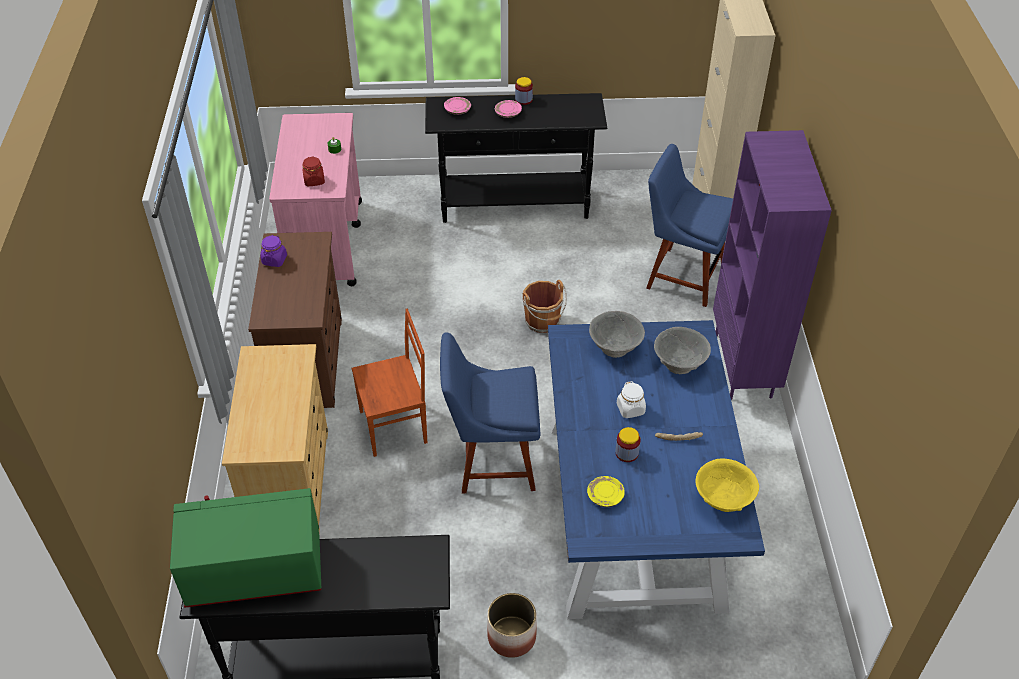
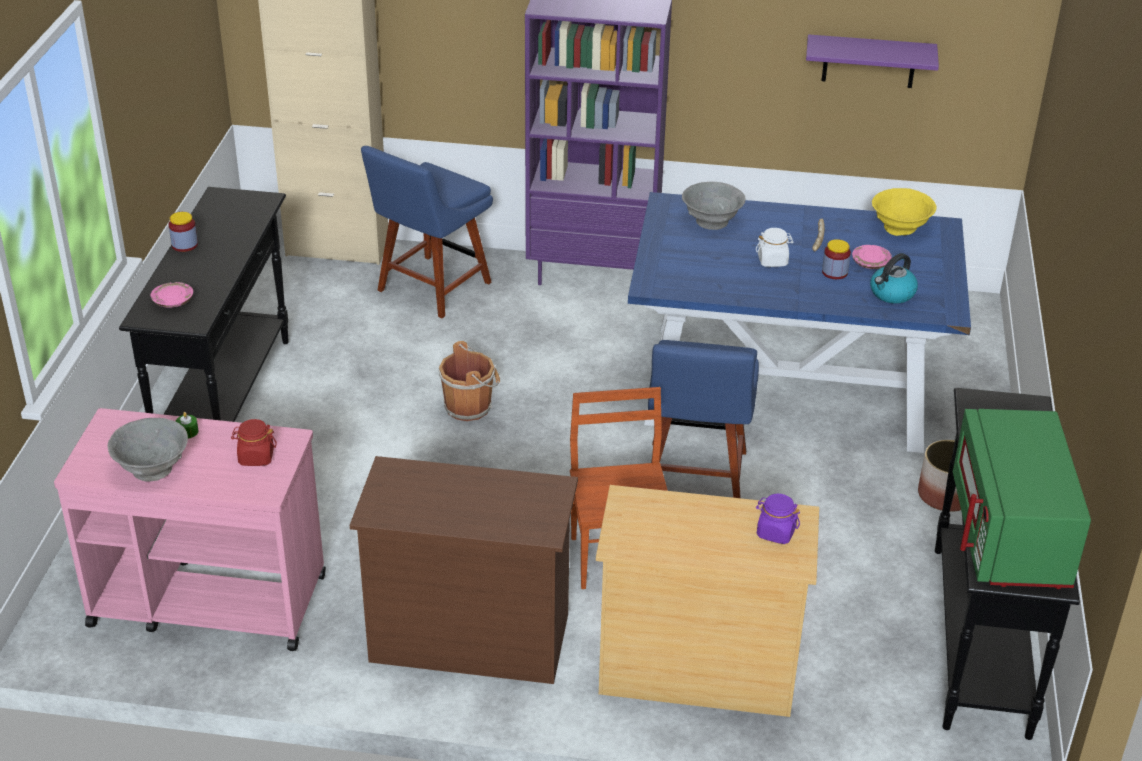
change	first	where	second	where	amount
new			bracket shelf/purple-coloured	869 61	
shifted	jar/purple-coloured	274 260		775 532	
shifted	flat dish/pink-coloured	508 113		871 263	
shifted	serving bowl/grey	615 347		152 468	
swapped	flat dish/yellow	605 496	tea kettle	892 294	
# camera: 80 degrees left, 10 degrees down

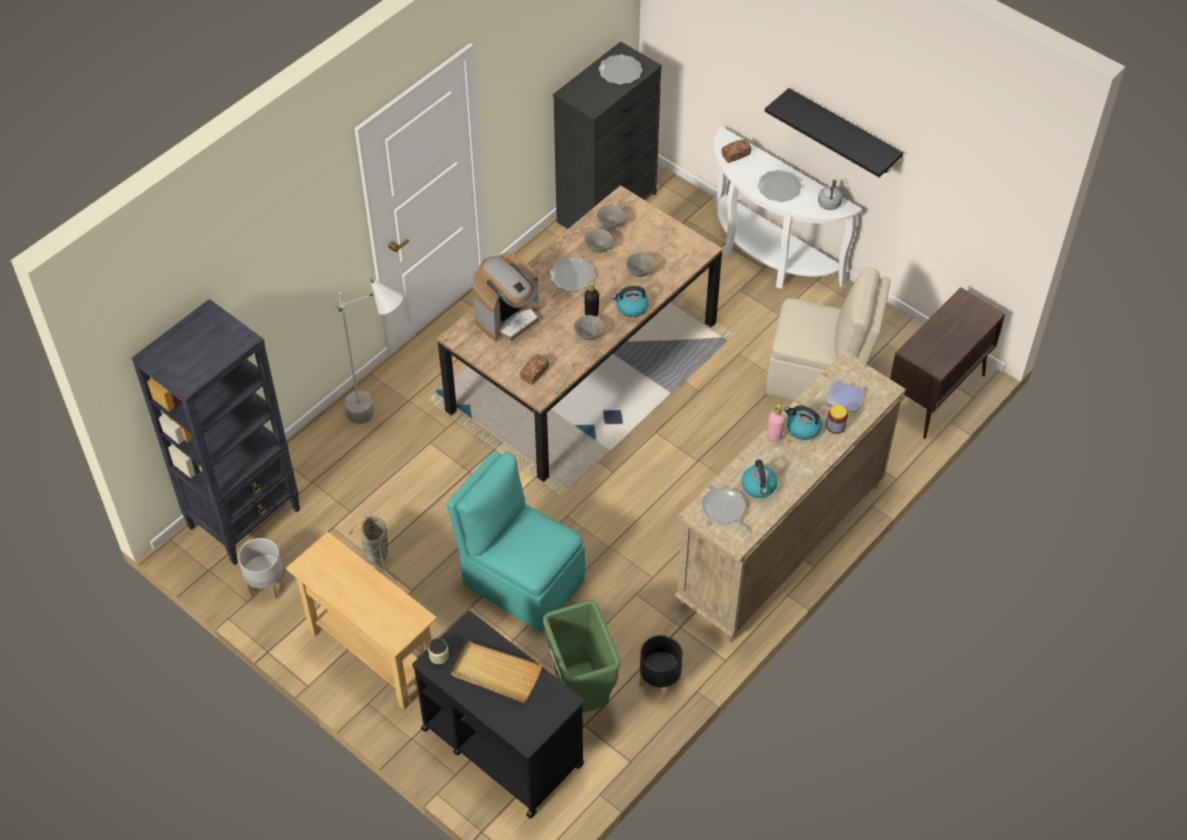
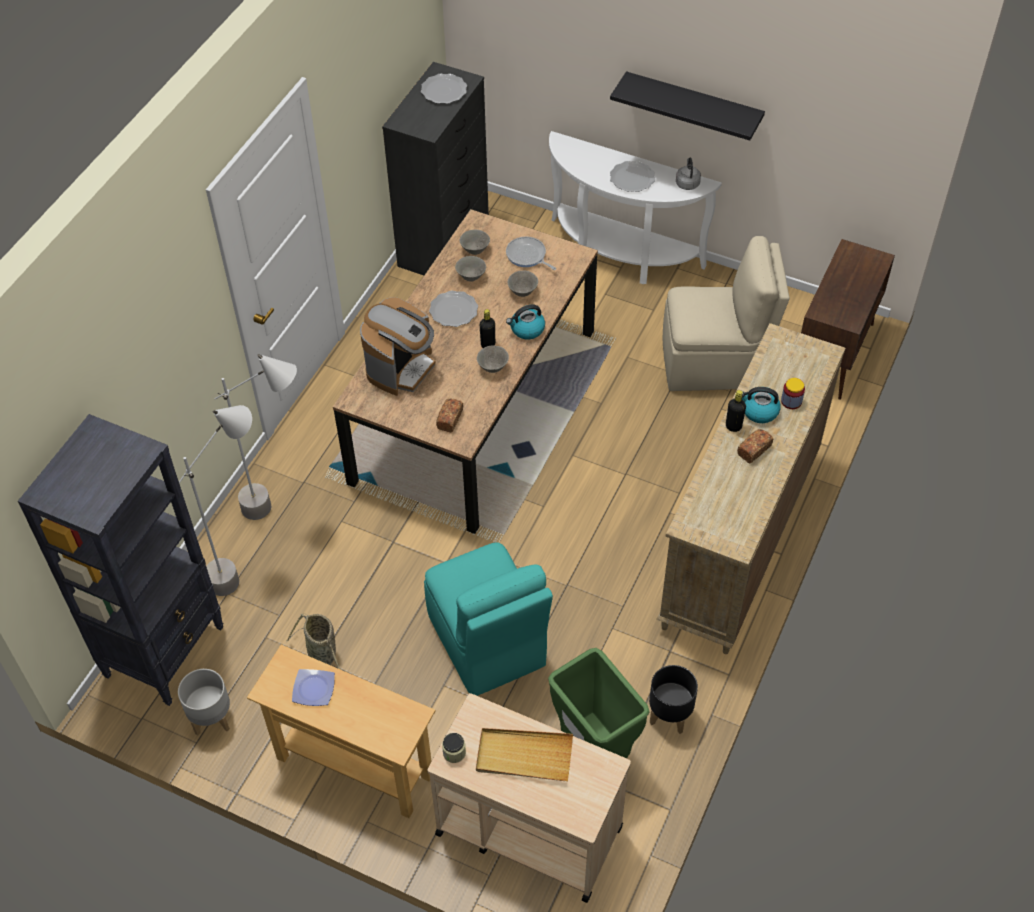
change	first	where	second	where	amount
gone	tea kettle	759 487			
new			standard lamp/grey	245 567	
shifted	frying pan	724 510		527 256	
shifted	bread	736 155		754 450	
shifted	flat dish	845 398		314 688	
repainted	cart/black-coloured	501 745	cart/sand-coloured	528 829	
repainted	drink bottle/pink-coloured	774 436	drink bottle/black-coloured	733 426	
rotated	plain chair/blue-green	521 580		487 643	135 degrees counterclockwise
# camera: 15 degrees left, 0 degrees up

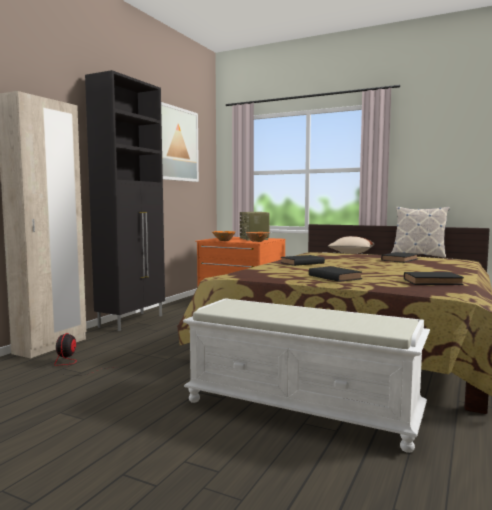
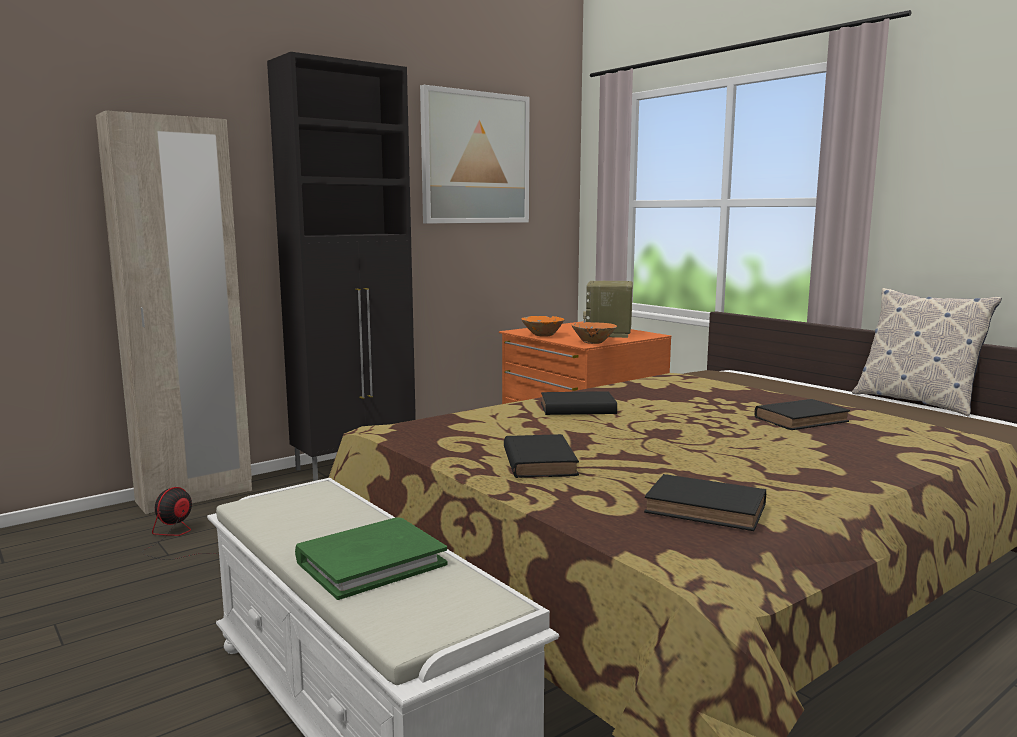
change	first	where	second	where	amount
gone	throw pillow/sand-coloured	351 253			
new			book/green	371 562	
# camera: 25 degrees right, 5 degrees up

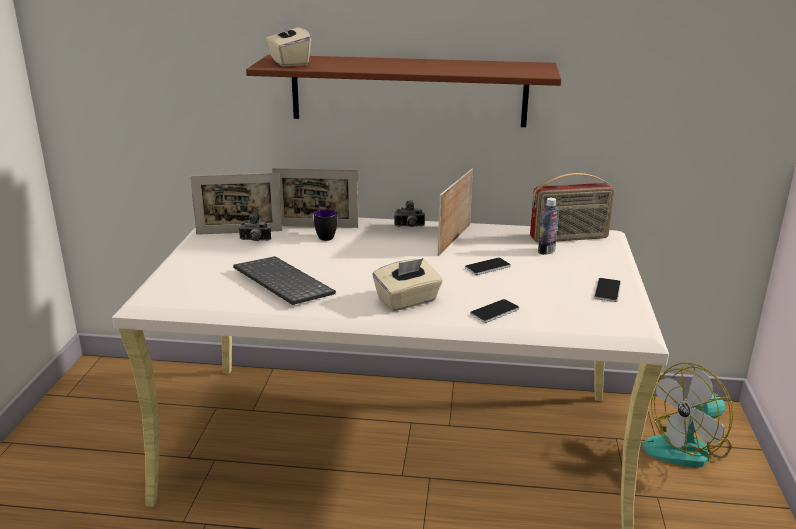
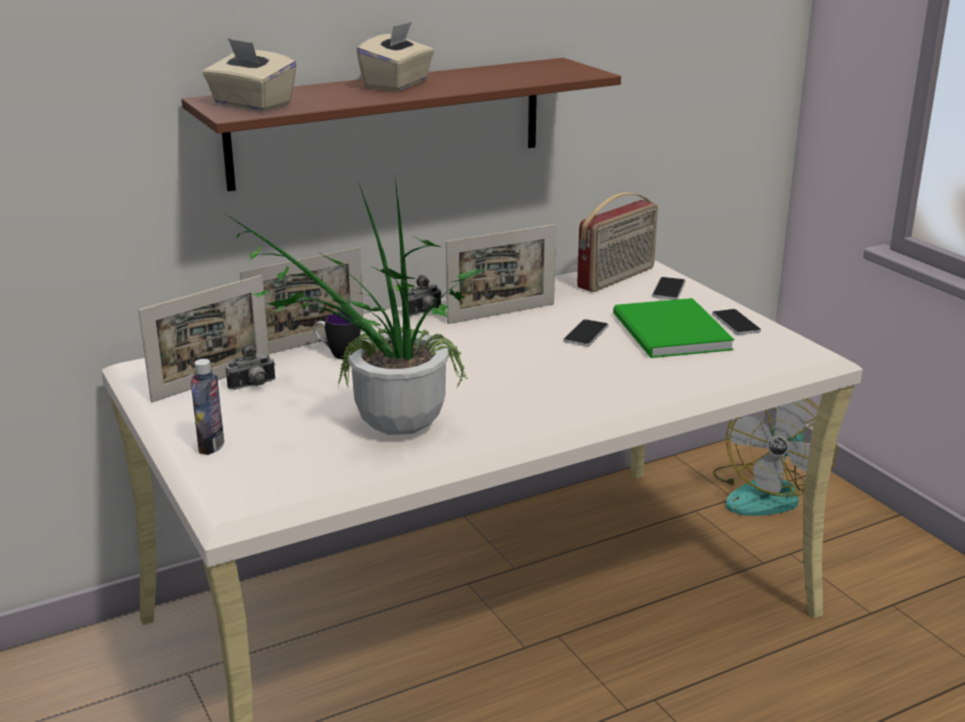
change	first	where	second	where	amount
new			book/green	669 333	
shifted	tissue holder/sand-coloured	407 301		397 84	
shifted	handset	494 312		669 289	
shifted	drink bottle	546 251		211 446	
swapped	computer keyboard	280 283	potted plant	380 426	
rotated	photo frame	454 240		501 313	105 degrees counterclockwise
# camera: 35 degrees left, 0 degrees up

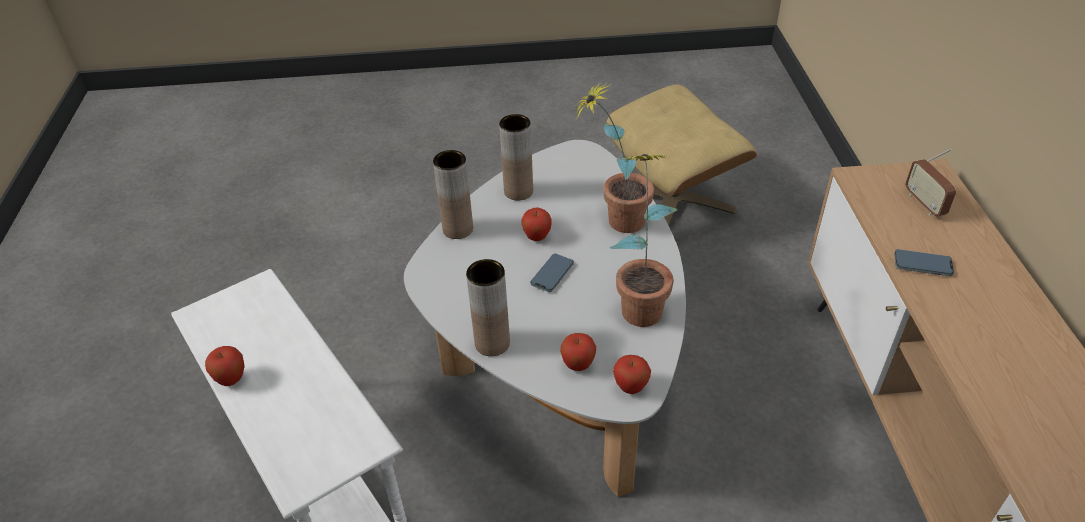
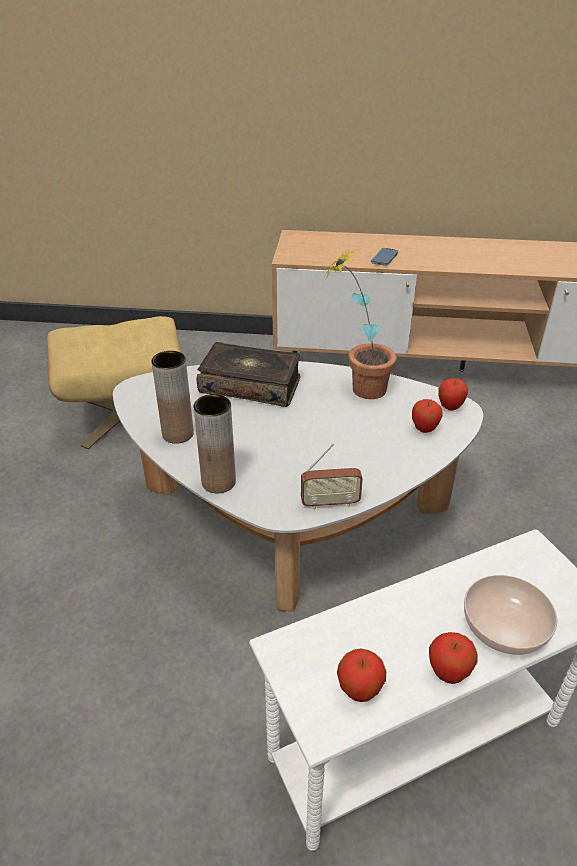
change	first	where	second	where	amount
gone	vase/brown-coloured	492 343			
gone	handset	552 274			
new			serving bowl	503 627	
shifted	apple fruit	537 237		359 691	
shifted	radio receiver	924 204		330 503	
swapped	potted plant	614 220	book	250 385	
# camera: 80 degrees left, 5 degrees down

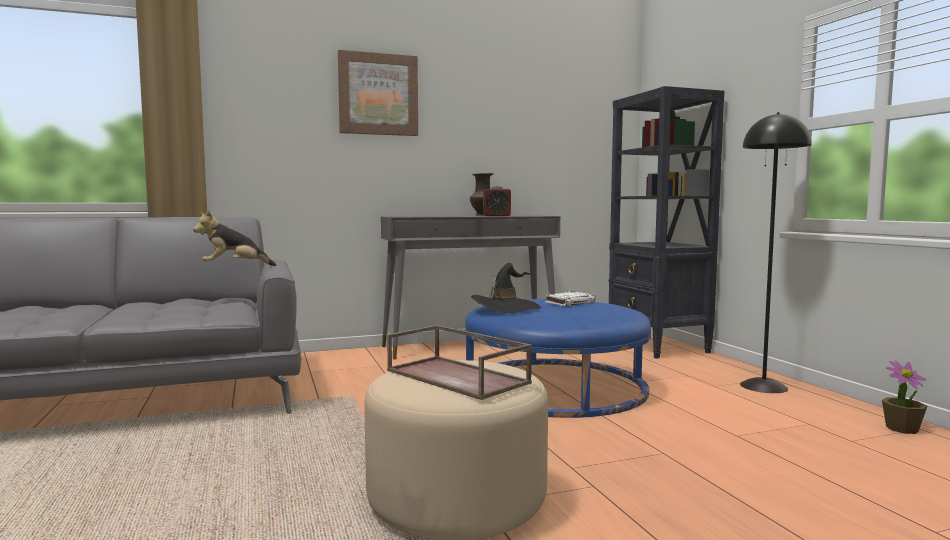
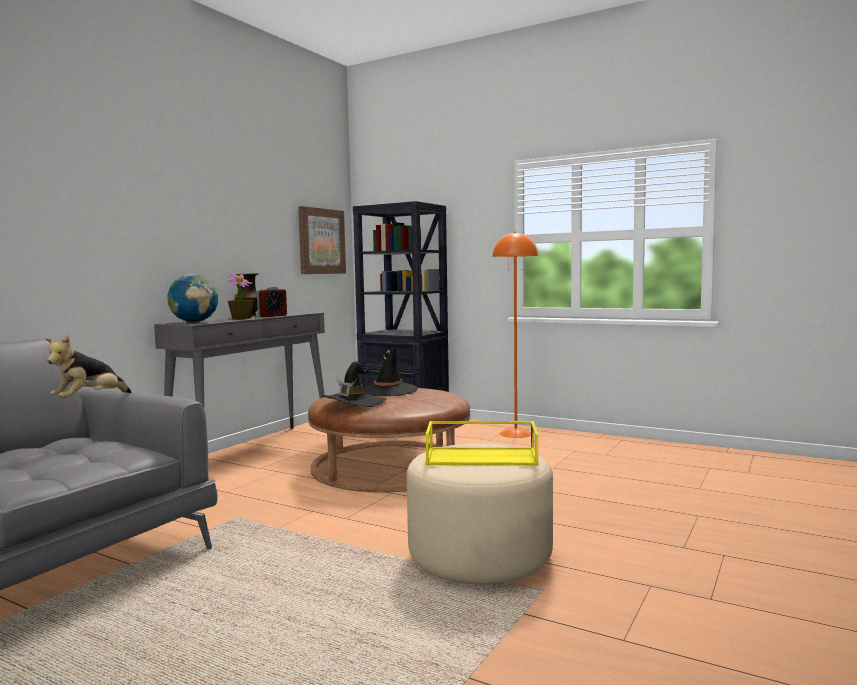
change	first	where	second	where	amount
new			desk globe	194 322	
shifted	wall art	378 94		321 241	
shifted	potted plant	902 429		241 318	
swapped	book/whitish	570 302	clothing hat/black-coloured	388 390	
repainted	carrying tray/brown-coloured	459 377	carrying tray/yellow	482 456	
repainted	pouffe/bluish	555 386	pouffe/brown-coloured	391 465	
repainted	standard lamp/black-coloured	764 386	standard lamp/orangey	516 433	
# camera: 40 degrees left, 0 degrees up

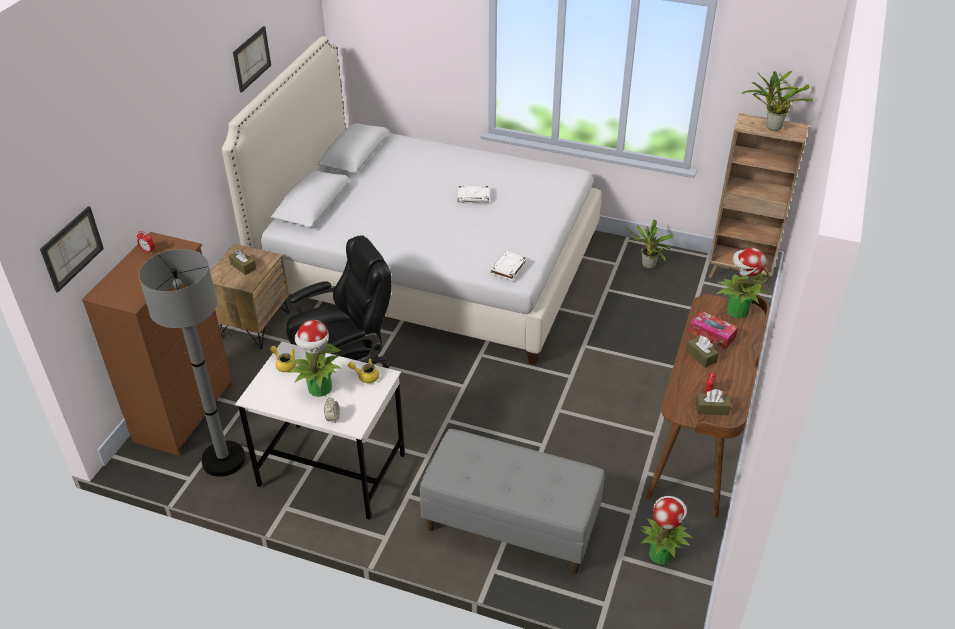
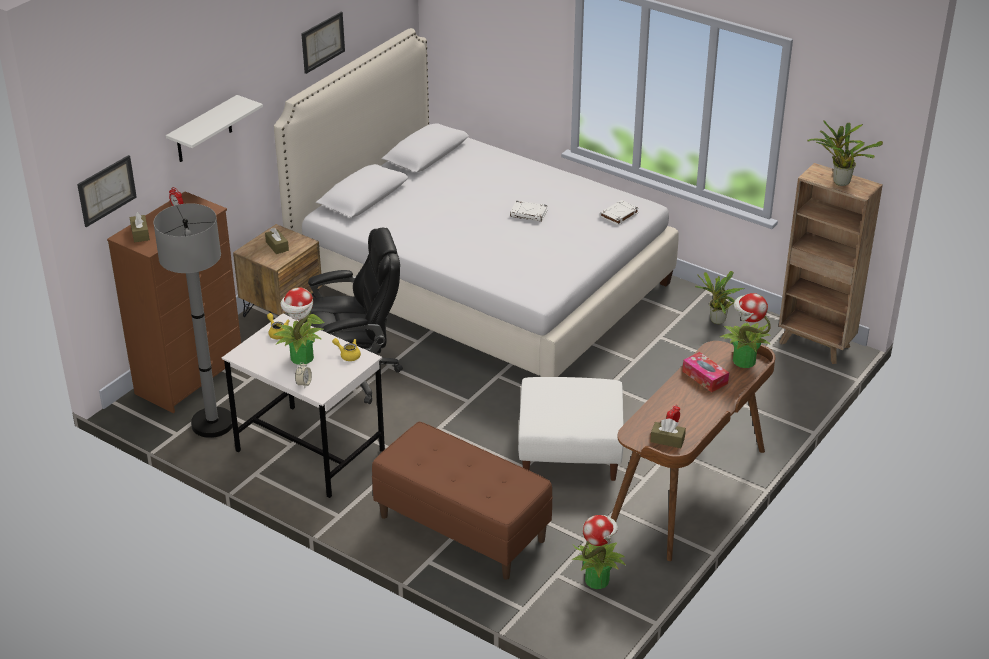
change	first	where	second	where	amount
new			bracket shelf/whitish	203 130	
new			pouffe/whitish	570 451	
shifted	book/whitish	508 268		619 215	
shifted	tissue holder/brown-coloured	701 356		140 234	
repainted	indoor bench/grey	510 525	indoor bench/brown-coloured	461 528	
# camera: 15 degrees right, 5 degrees down

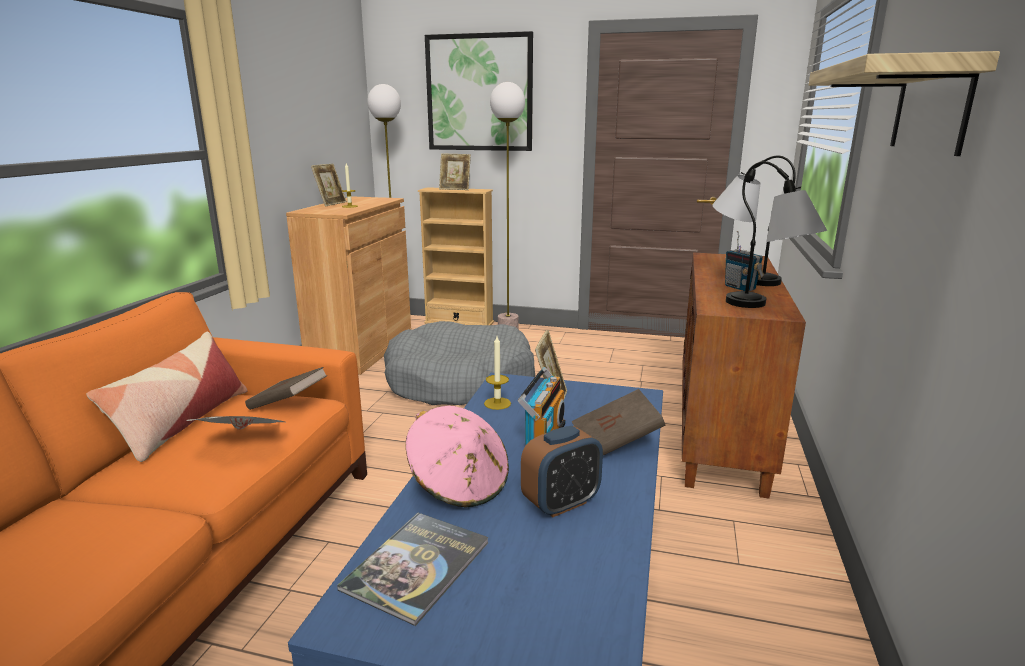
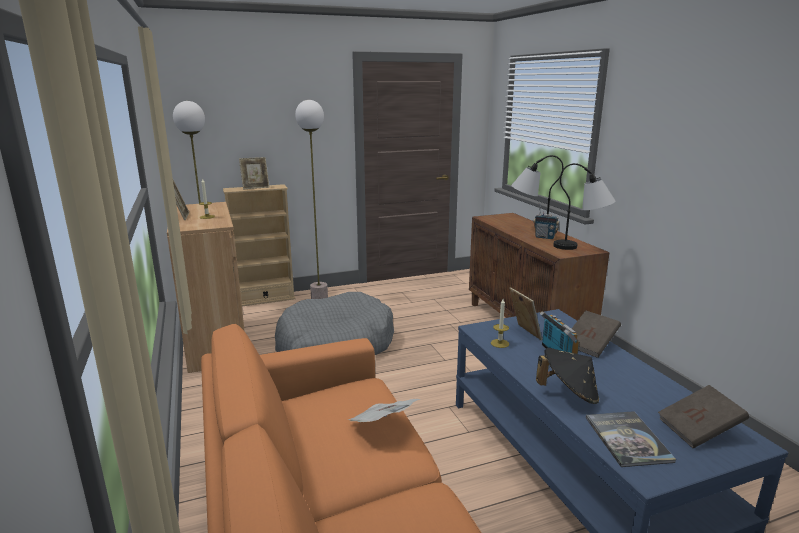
change	first	where	second	where	amount
gone	throw pillow	183 422			
gone	wall art	479 93			
gone	bedside clock	561 503			
gone	bracket shelf	930 107			
shifted	book/brown-coloured	288 404		698 430	
repainted	clothing hat/pink-coloured	459 484	clothing hat/black-coloured	568 394	
# camera: 35 degrees left, 0 degrees up

